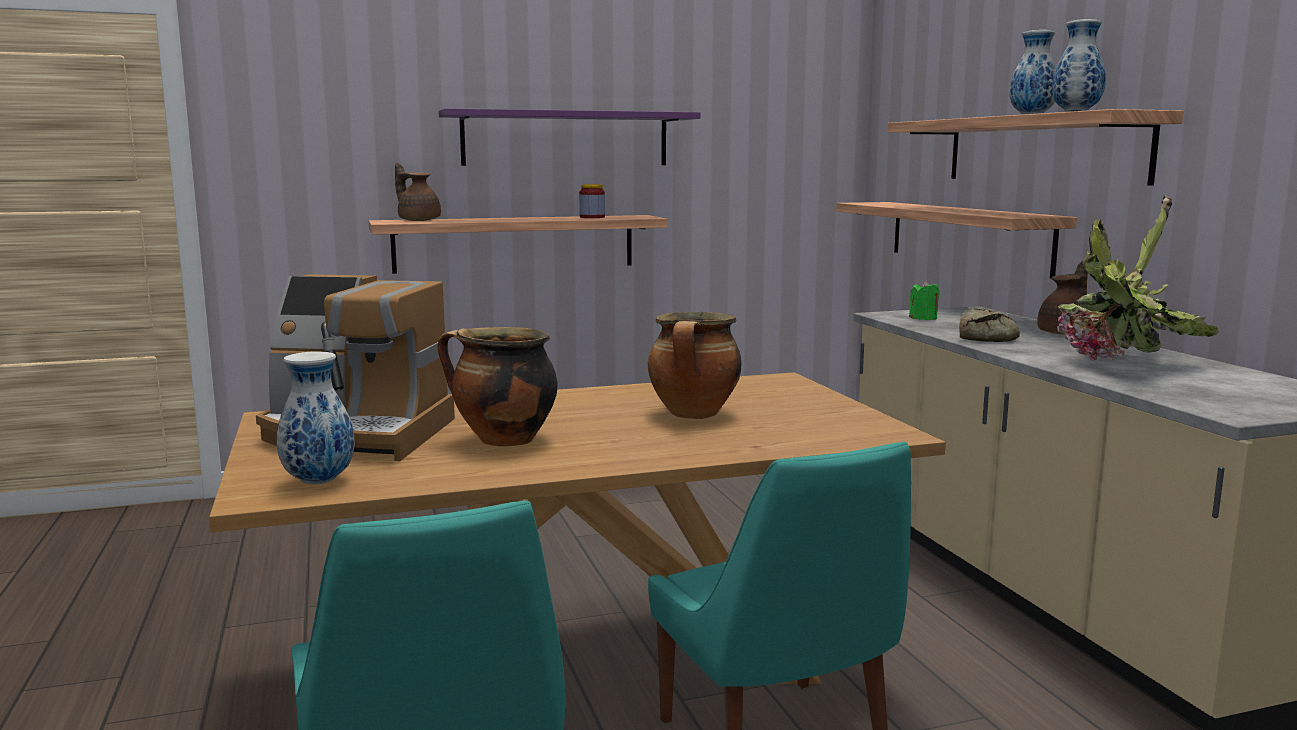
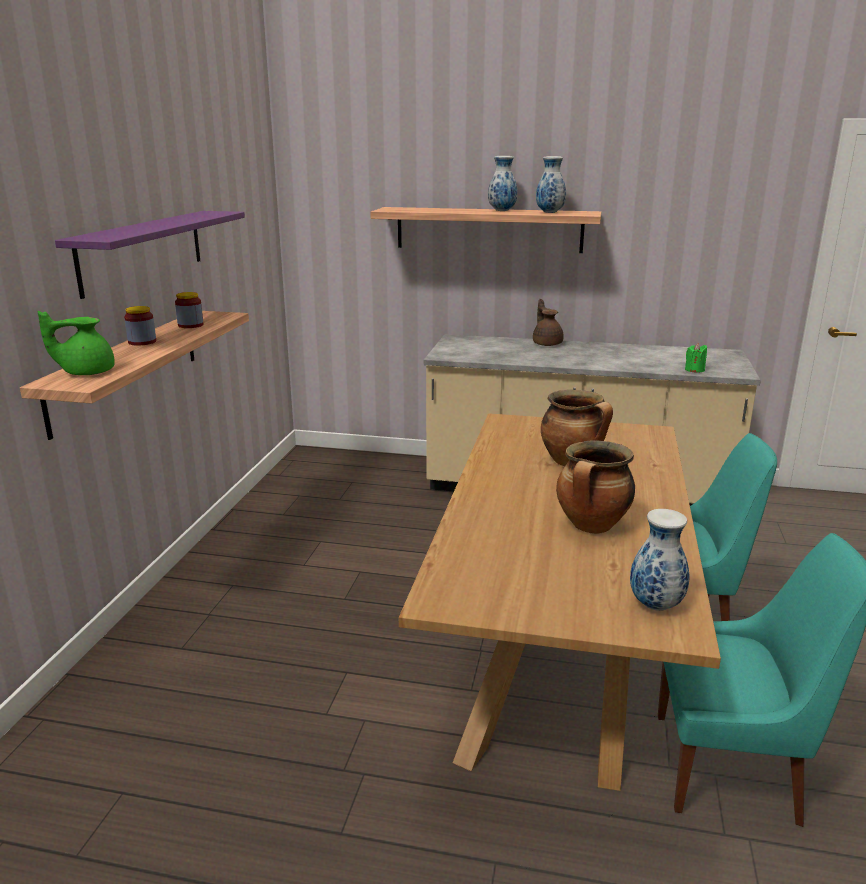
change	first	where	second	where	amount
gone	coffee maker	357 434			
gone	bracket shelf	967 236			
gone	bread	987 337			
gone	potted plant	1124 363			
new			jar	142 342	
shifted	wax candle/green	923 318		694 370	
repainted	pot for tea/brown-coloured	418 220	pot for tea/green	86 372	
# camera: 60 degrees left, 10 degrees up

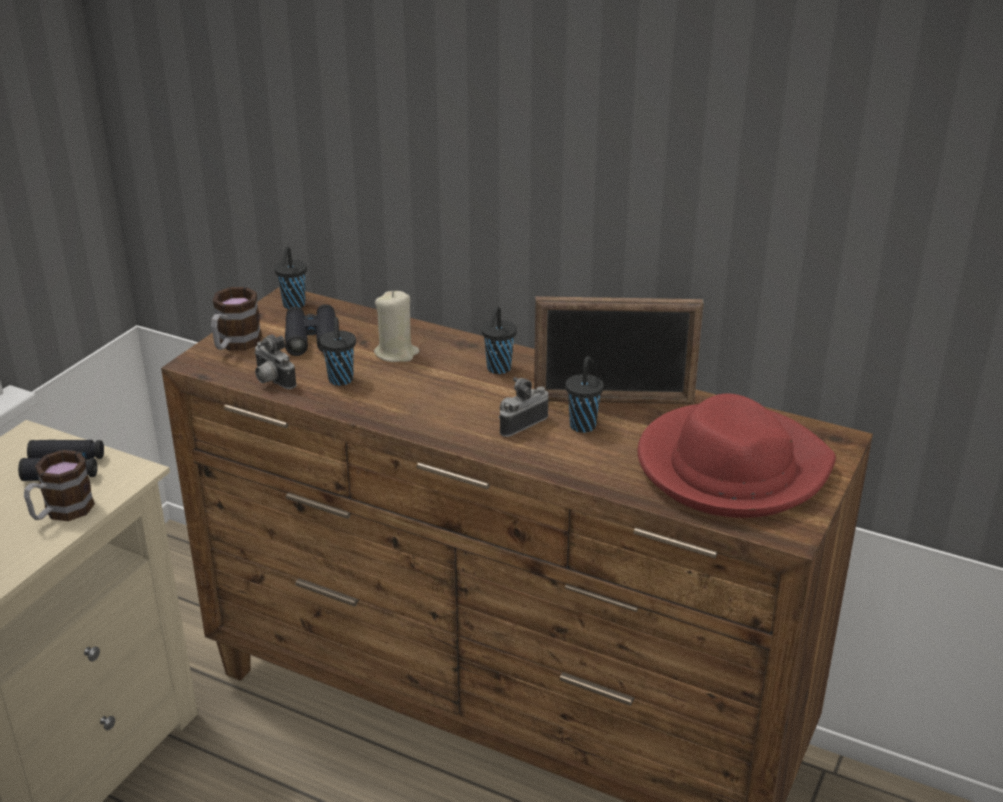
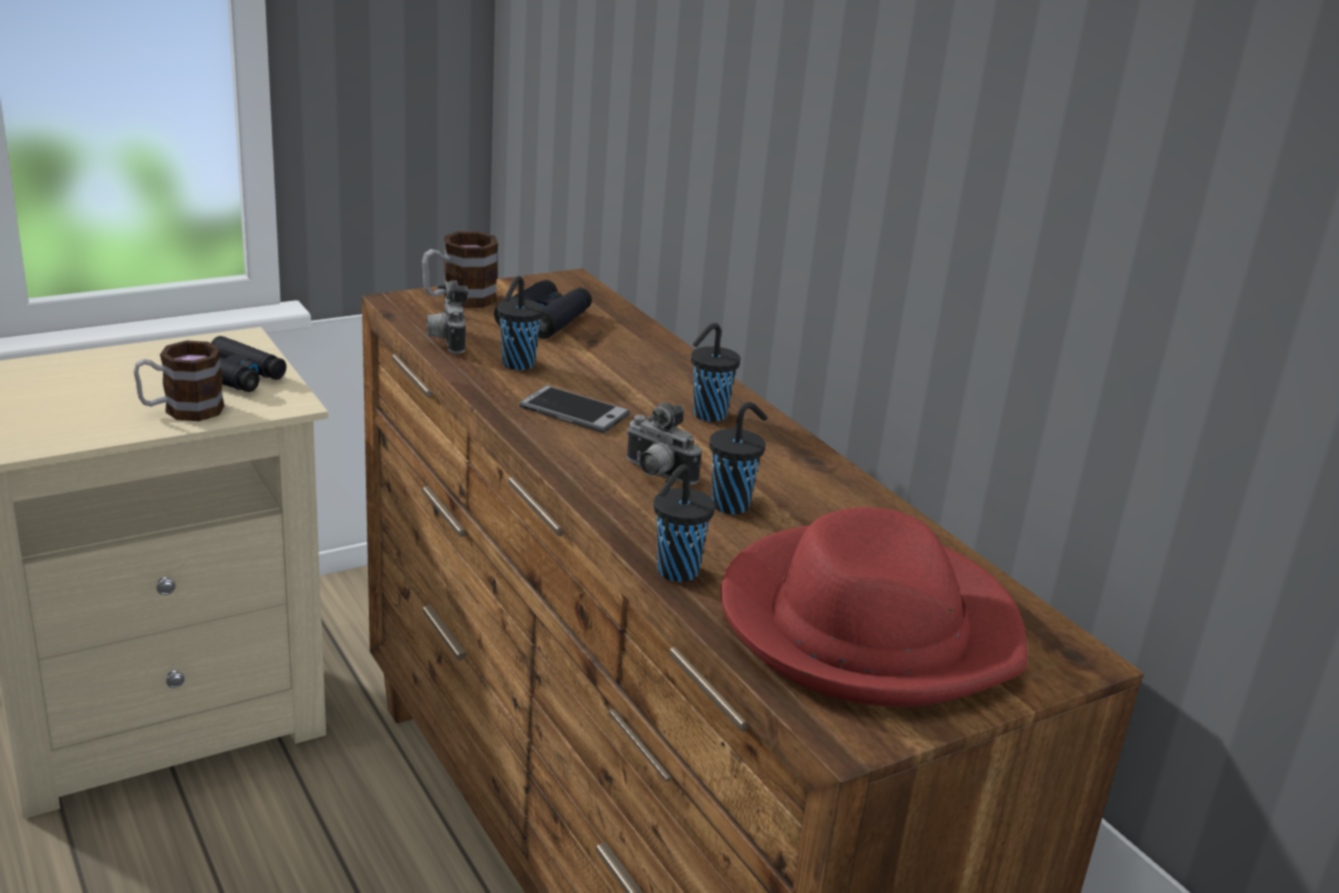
change	first	where	second	where	amount
gone	wax candle/sand-coloured	396 353			
gone	photo frame	613 401			
new			handset	574 411	
shifted	drinking cup/black-coloured	293 305		675 572	
rotated	photo camera	519 423		656 474	135 degrees counterclockwise
# camera: 30 degrees right, 5 degrees down

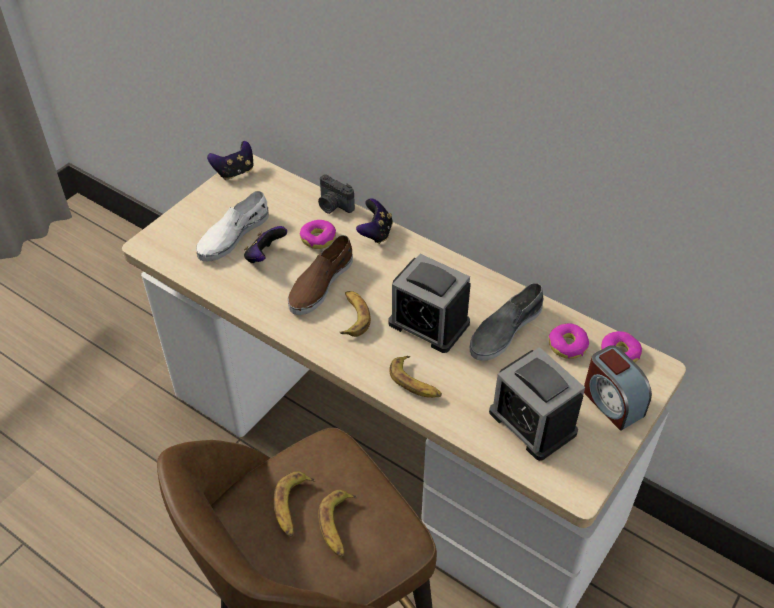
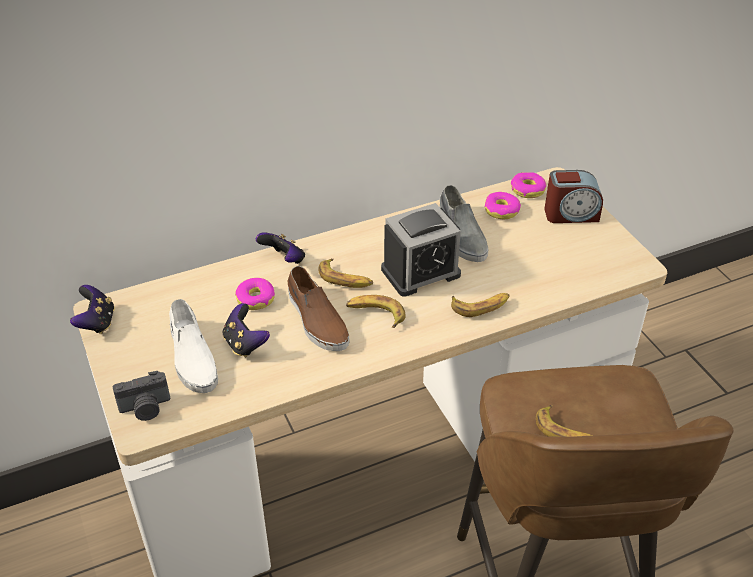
change	first	where	second	where	amount
gone	bedside clock	532 422			
shifted	photo camera	333 206		145 408	
shifted	banana fruit	338 526		345 279	
# camera: 60 degrees left, 5 degrees down

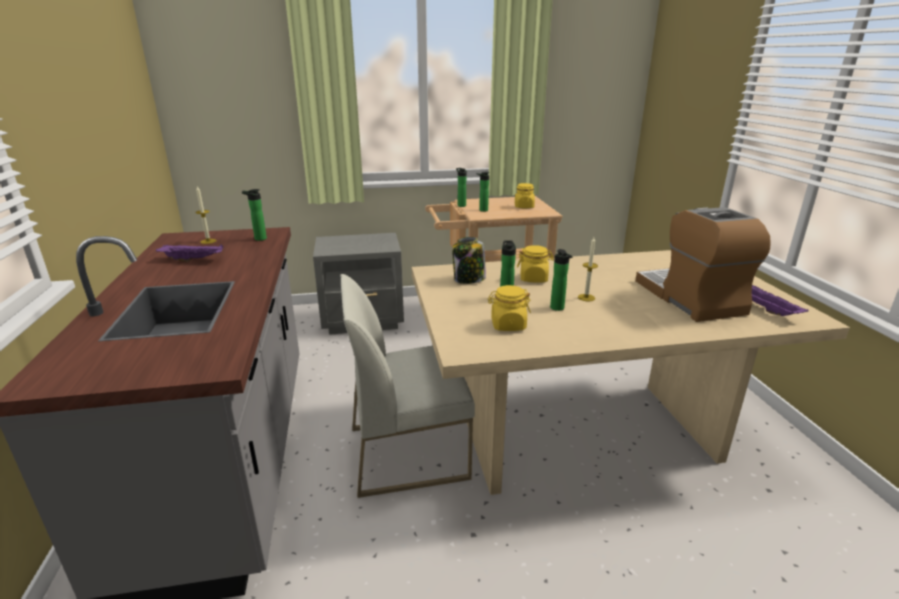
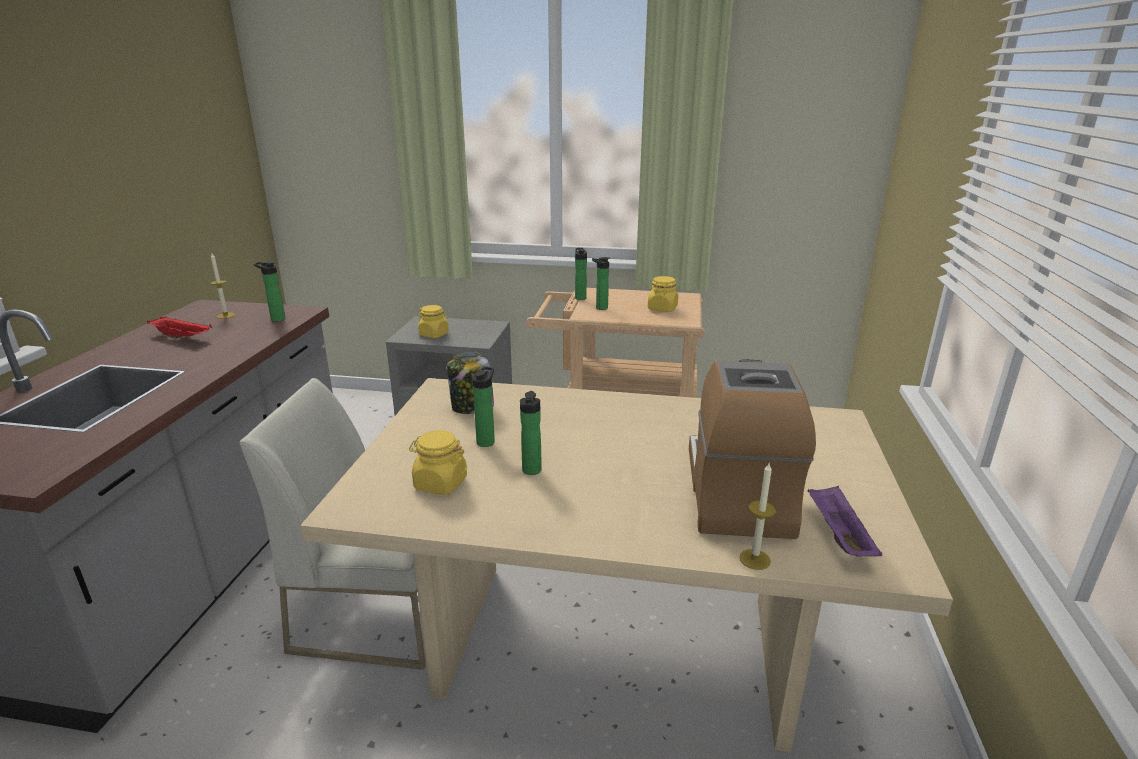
change	first	where	second	where	amount
shifted	jar/yellow	534 278		434 334	
shifted	wax candle	586 297		755 559	
repainted	carrying tray/purple-coloured	194 260	carrying tray/reddish	183 337	
# camera: 20 degrees right, 0 degrees up

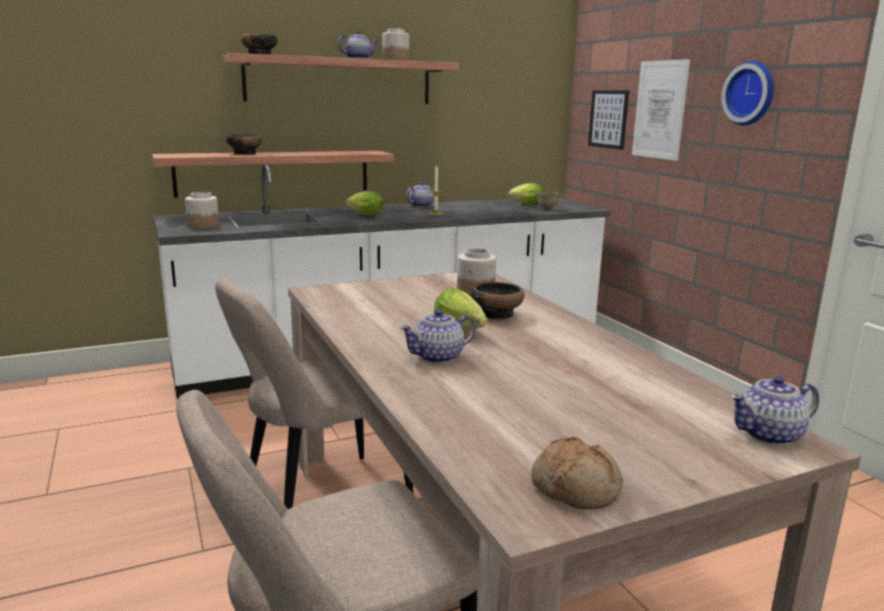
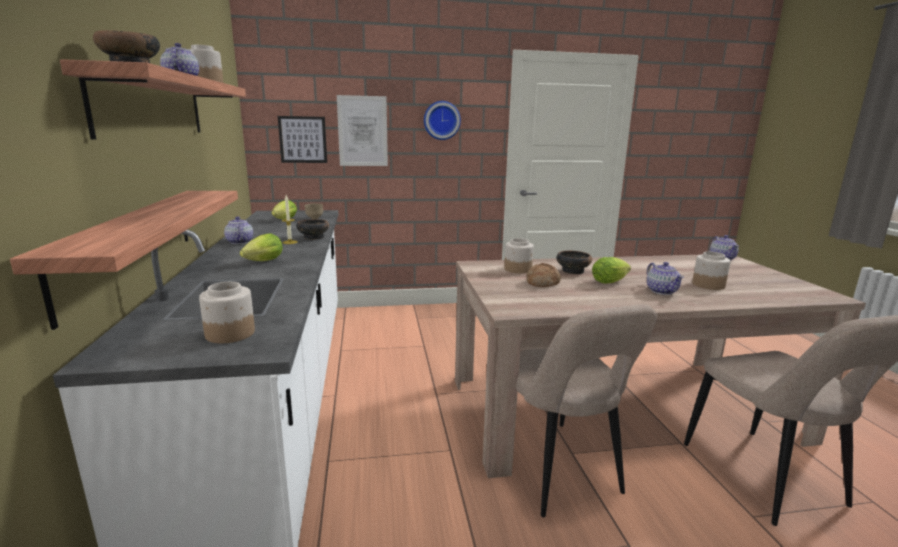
change	first	where	second	where	amount
new			jar	708 285	
shifted	serving bowl	245 153		313 237	
shifted	bread	576 488		542 282	
# camera: 75 degrees left, 0 degrees up

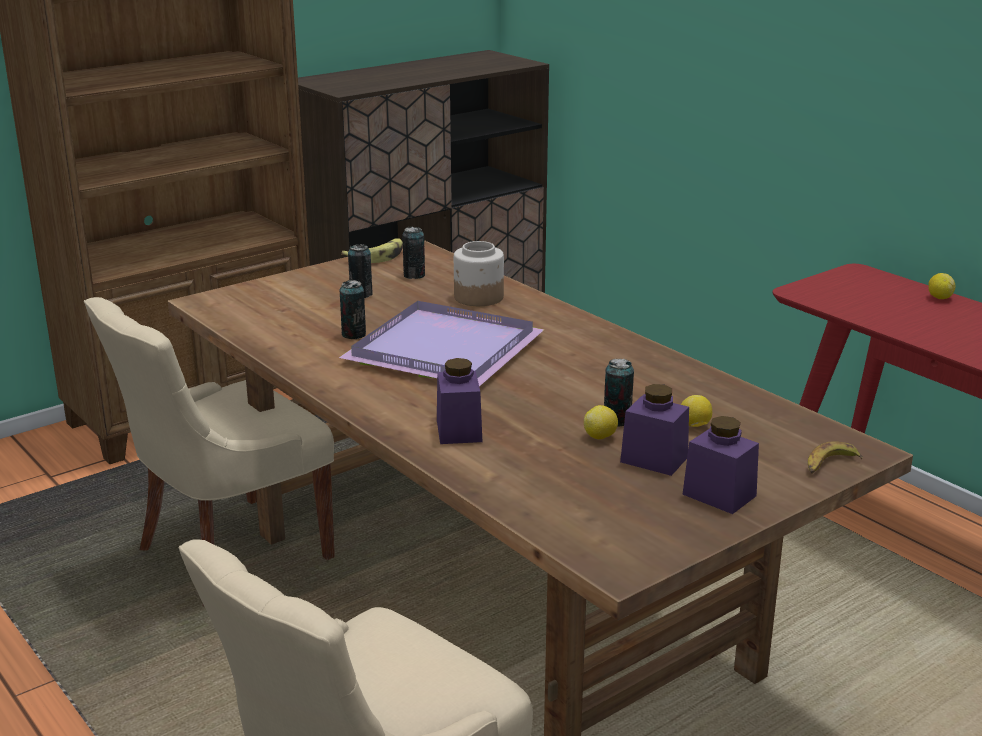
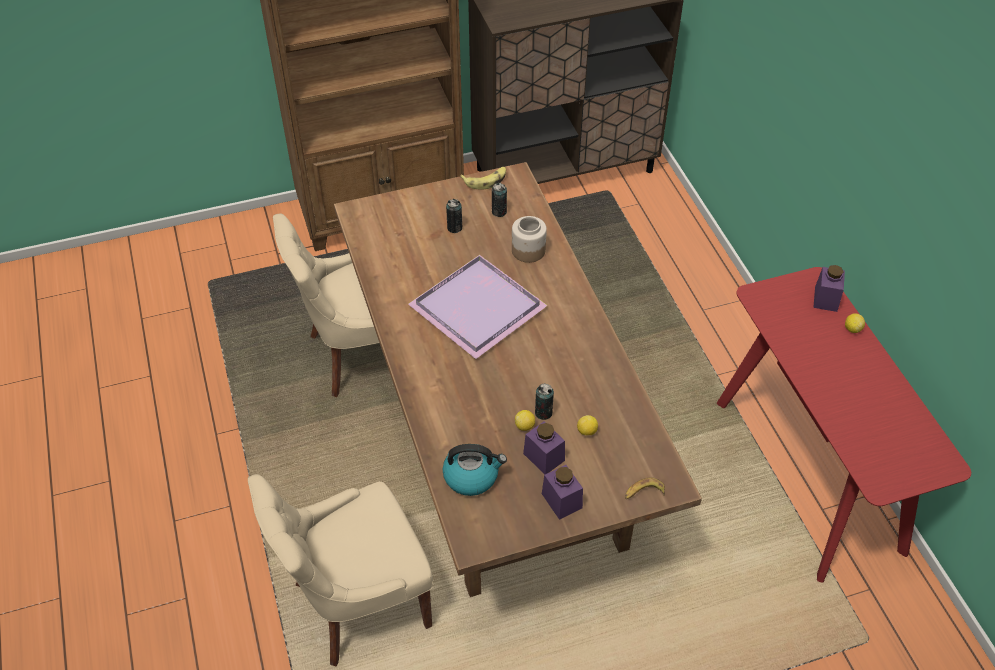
change	first	where	second	where	amount
gone	metal can	353 335			
new			tea kettle	472 476	
shifted	jar/purple-coloured	459 430		826 299	
# camera: 20 degrees right, 25 degrees up

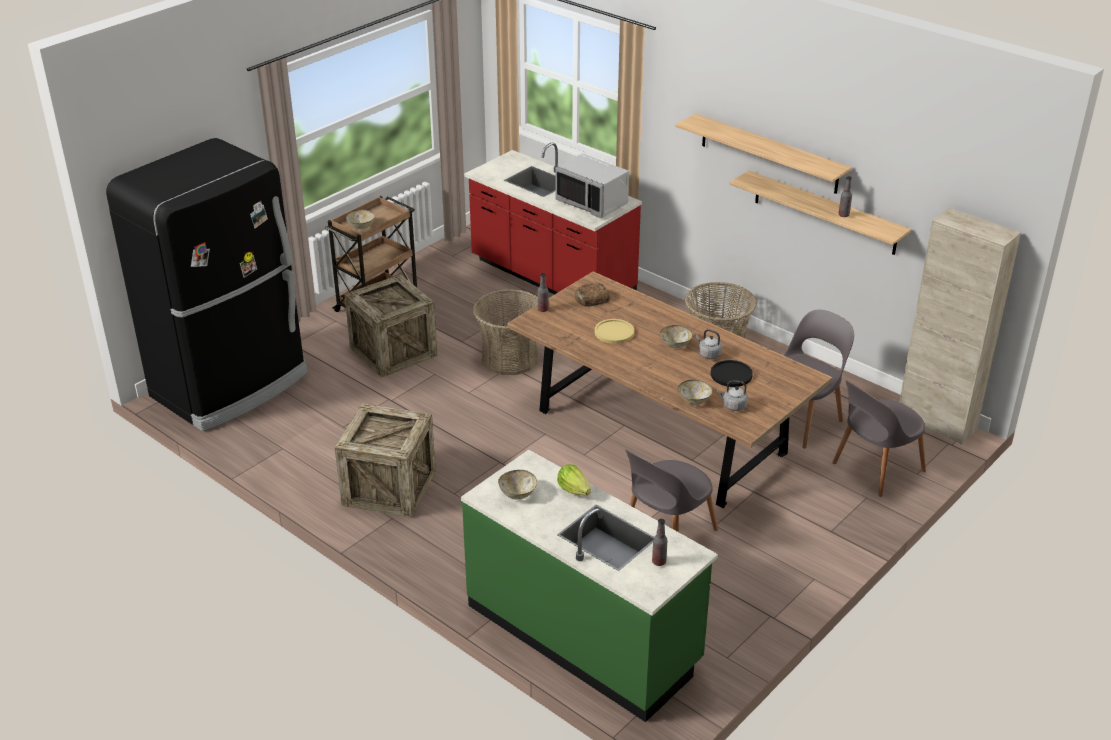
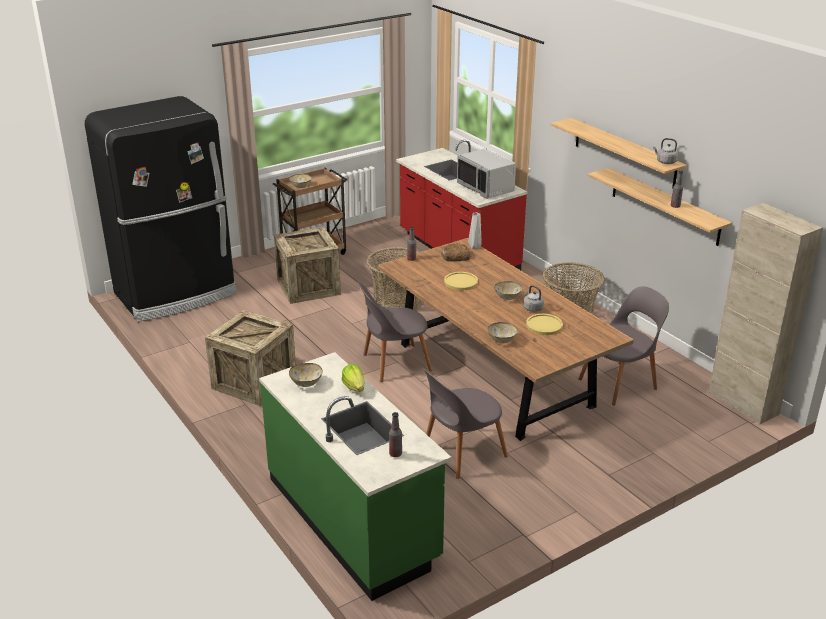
change	first	where	second	where	amount
new			vase/grey	474 247	
shifted	tea kettle/grey	733 406		665 162	
shifted	plain chair/grey	875 469		394 363	
repainted	flat dish/black-coloured	731 374	flat dish/yellow	544 325	
# camera: 15 degrees right, 5 degrees down

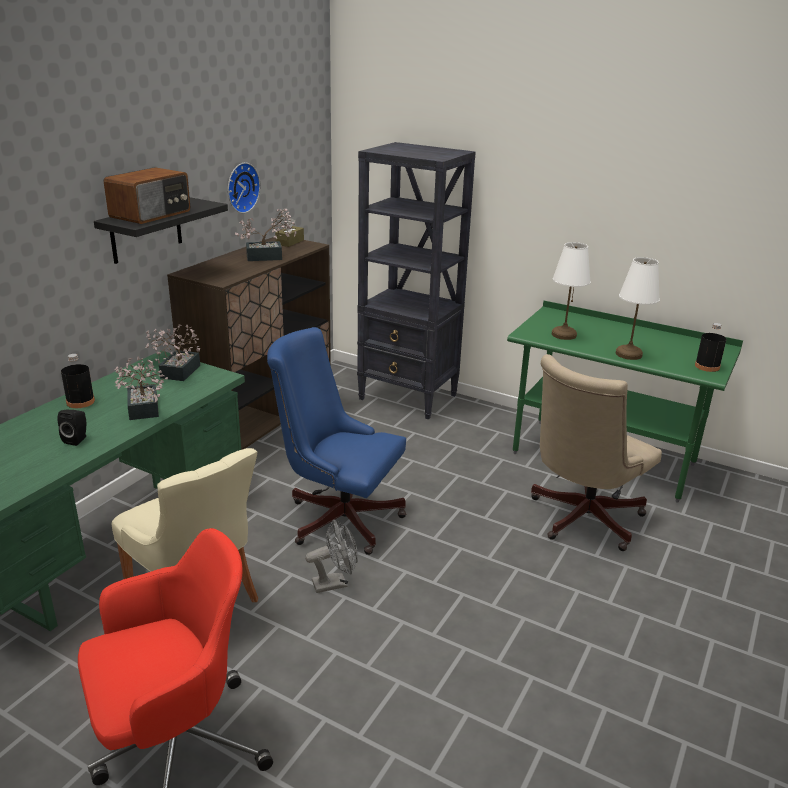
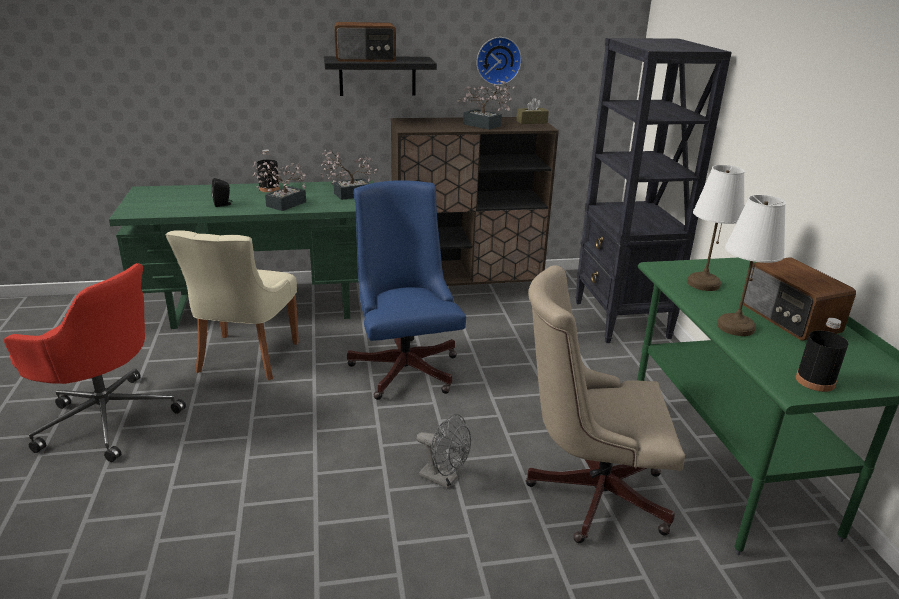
change	first	where	second	where	amount
new			radio receiver	788 318	
shifted	electric fan/grey	335 583		444 479	
# camera: 50 degrees right, 0 degrees up

